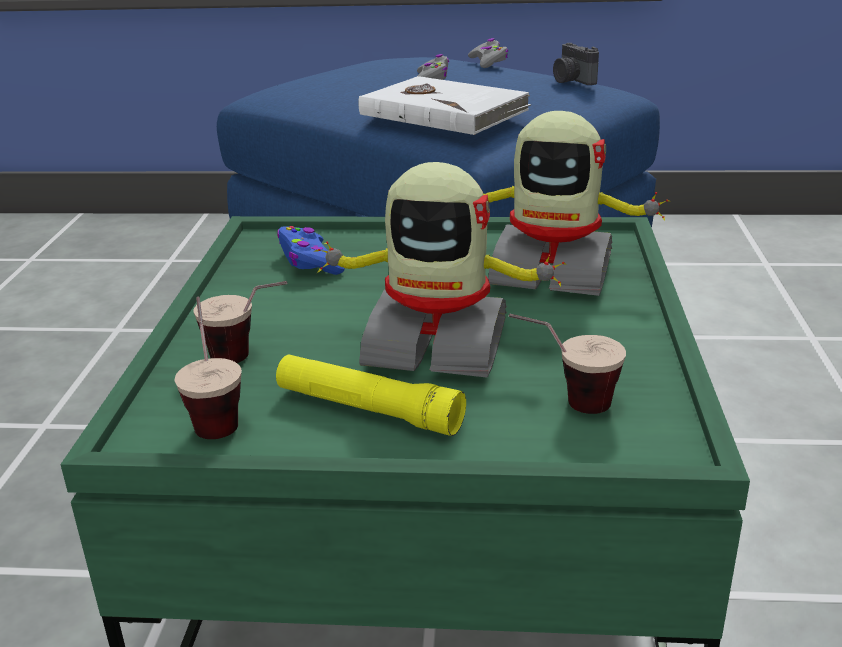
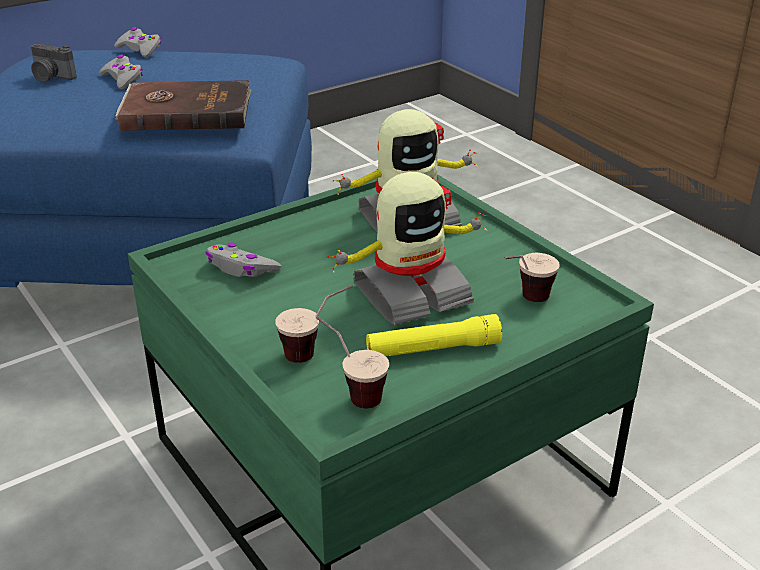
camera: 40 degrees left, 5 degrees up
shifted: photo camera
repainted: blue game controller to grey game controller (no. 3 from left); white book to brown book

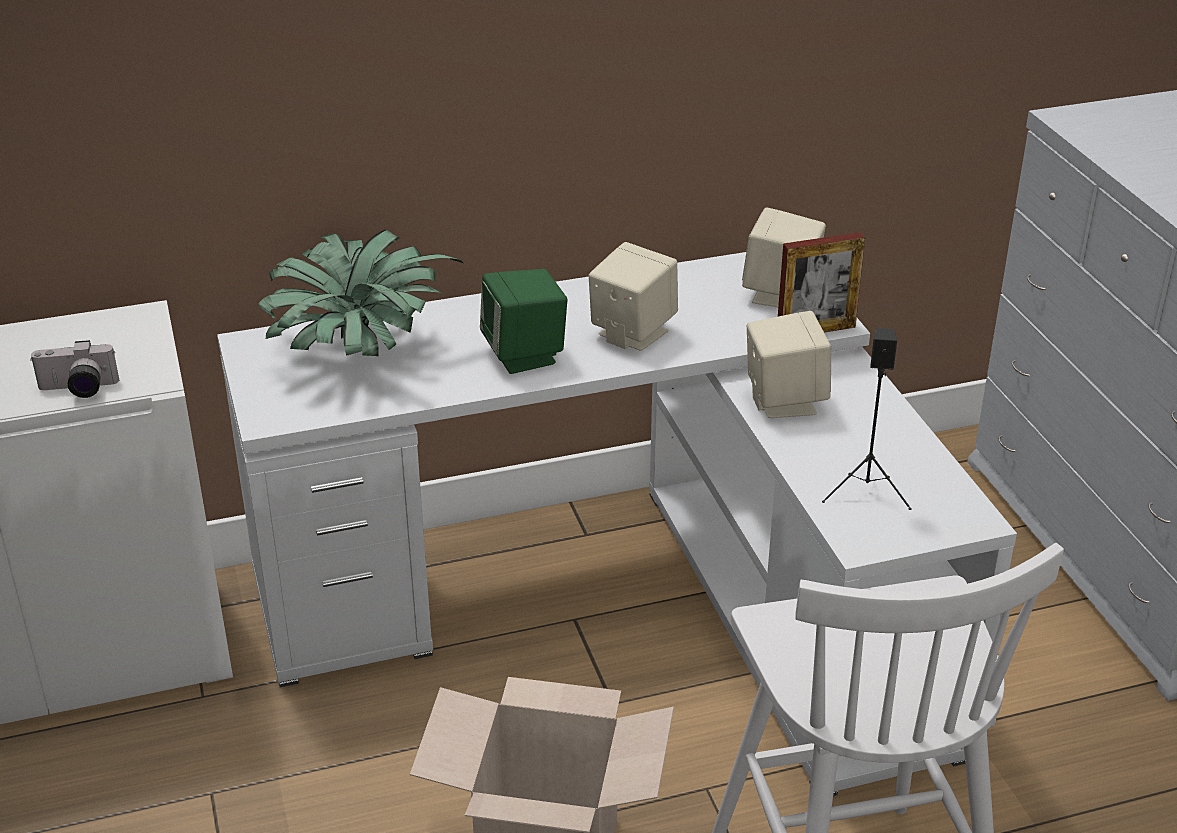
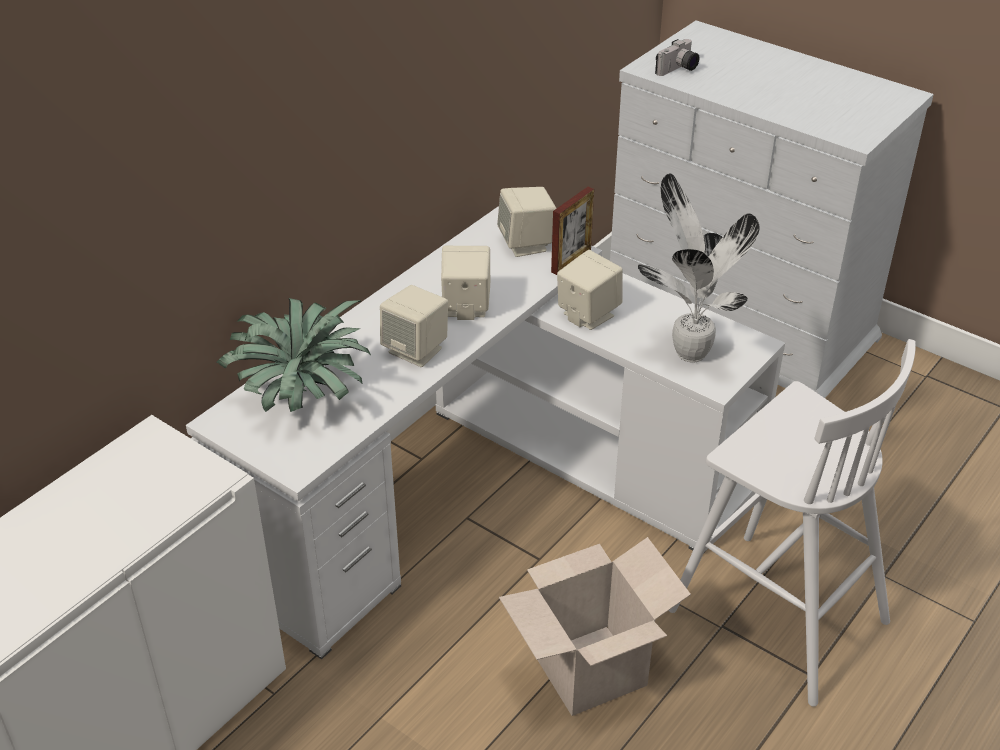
camera: 35 degrees left, 5 degrees up
shifted: photo camera
swapped: black speaker to potted plant (no. 2 from left)
repainted: green speaker to beige speaker (no. 1 from left)

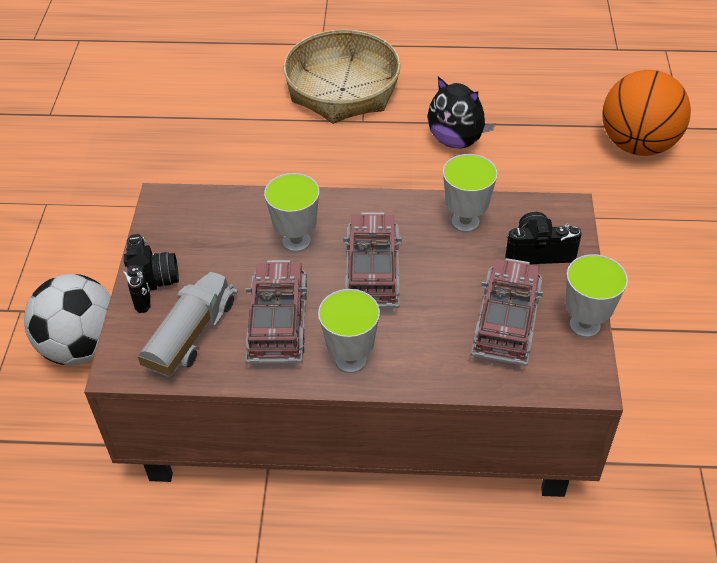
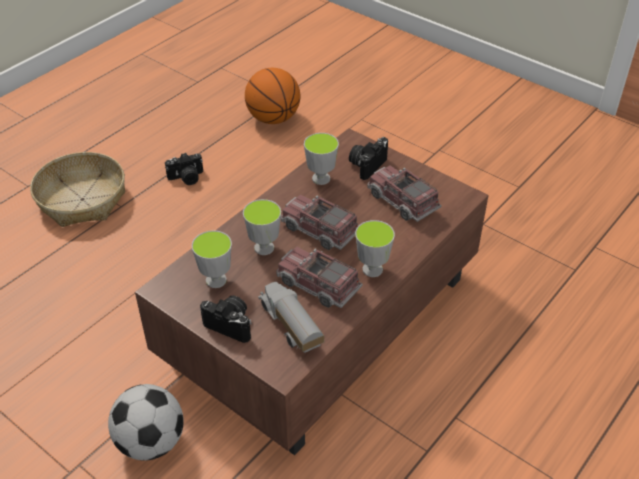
camera: 55 degrees left, 5 degrees down
shifted: cup (no. 4 from left in the first image) to cup (no. 1 from left)
swapped: plush toy to photo camera (no. 1 from left)

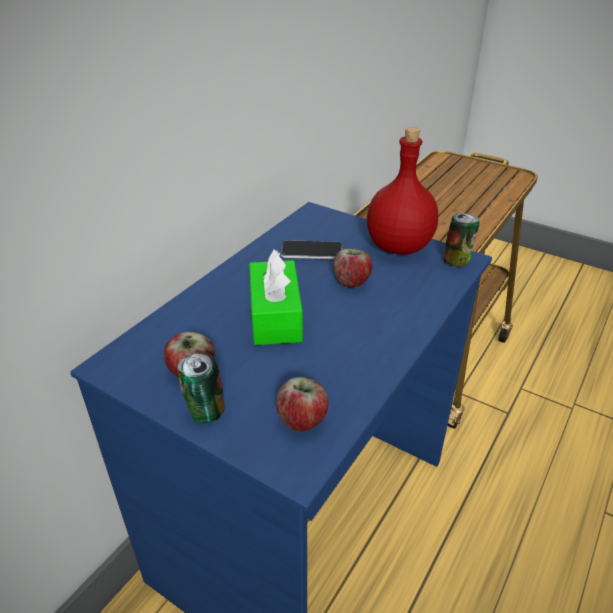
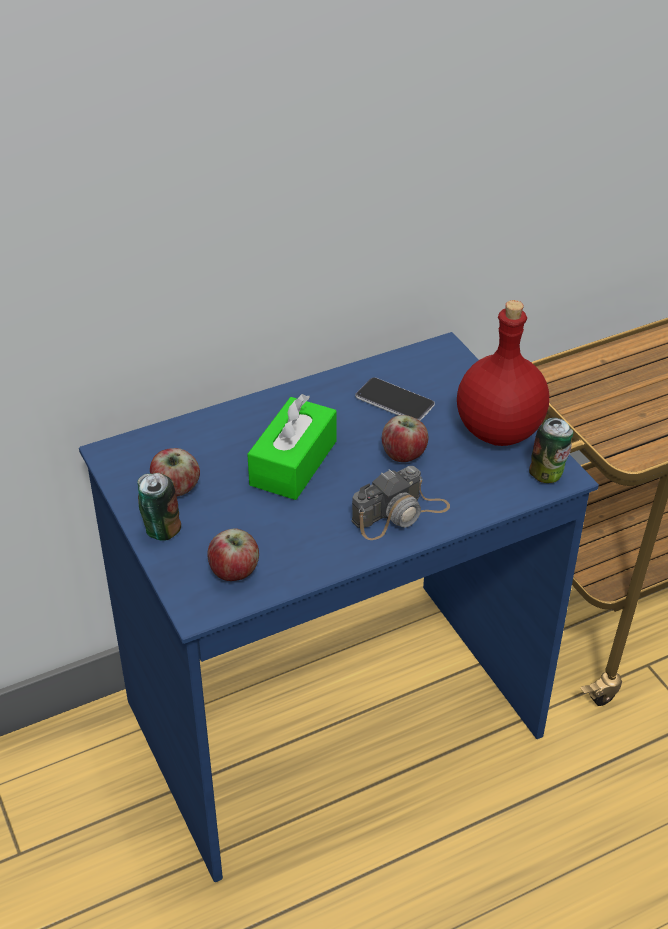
camera: 30 degrees right, 5 degrees up
new: photo camera

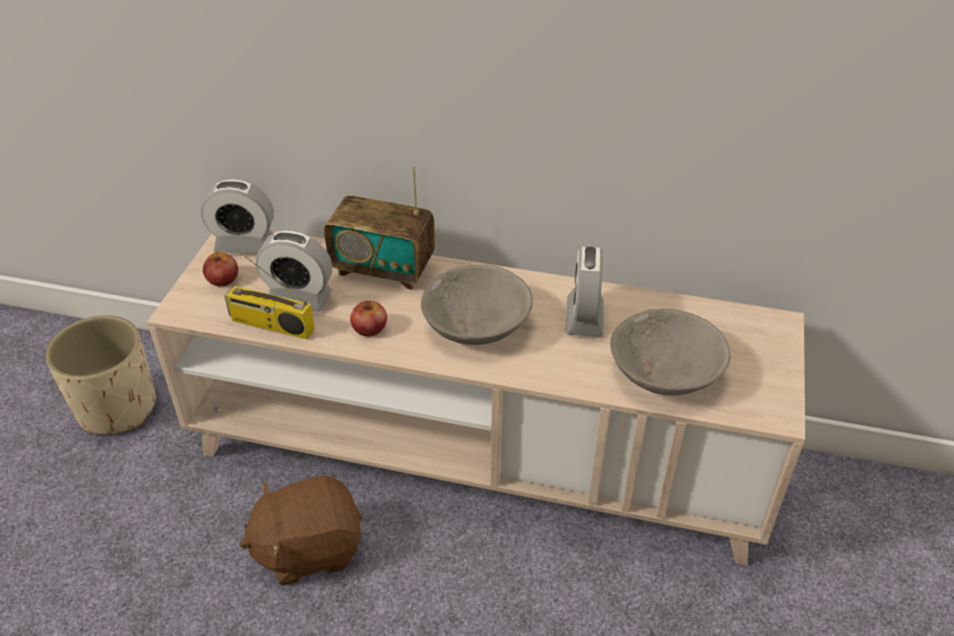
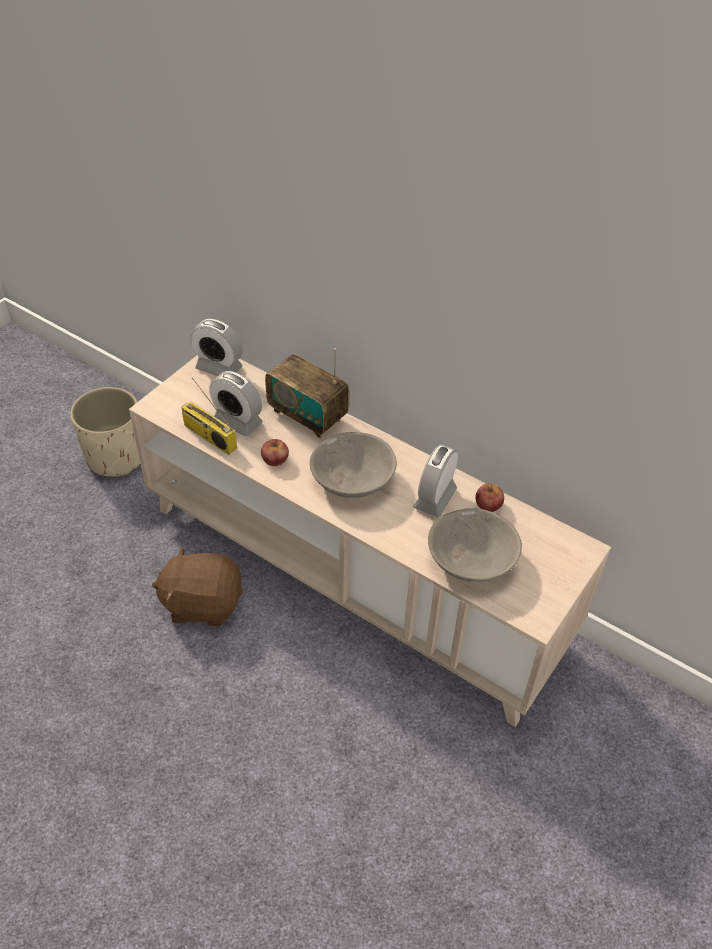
camera: 20 degrees right, 5 degrees up
shifted: apple (no. 1 from left in the first image) to apple (no. 2 from left)

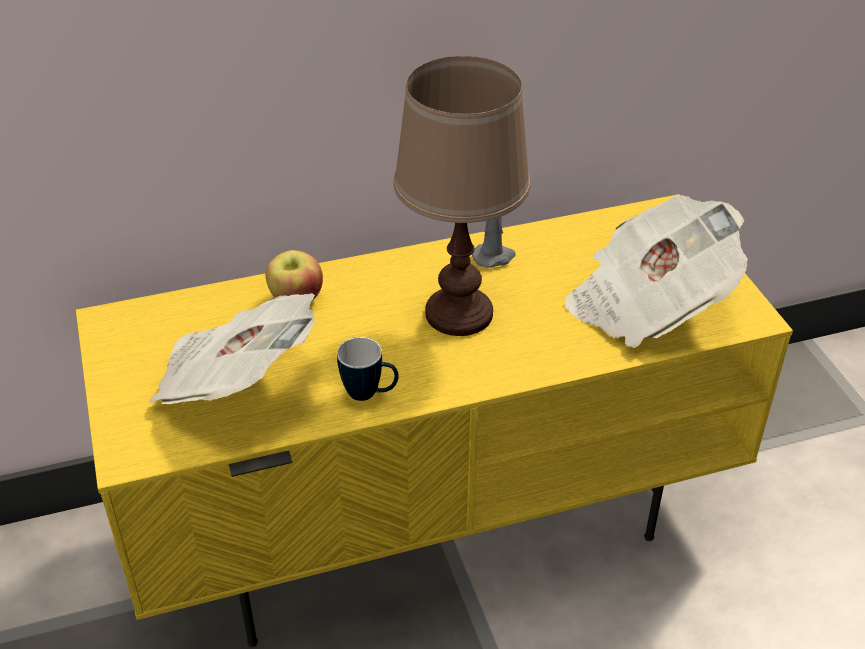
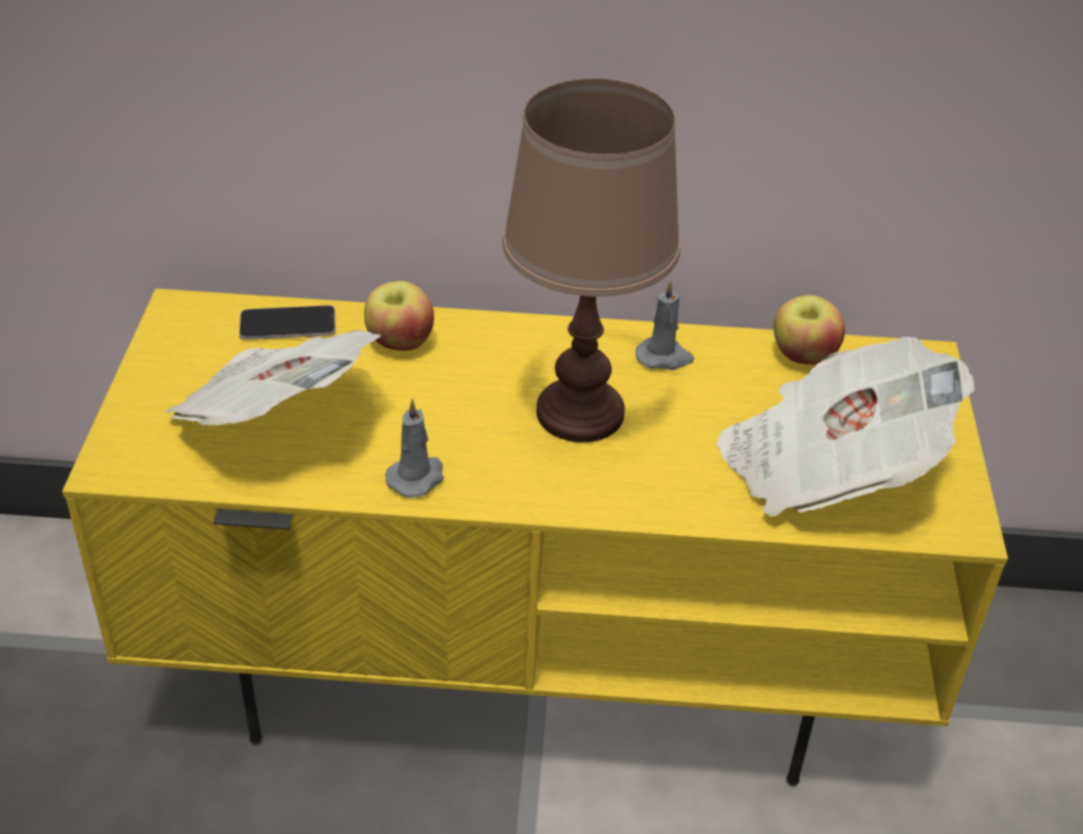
camera: 20 degrees right, 0 degrees up
new: phone; apple (no. 2 from left)
swapped: mug to grey candle (no. 1 from left)

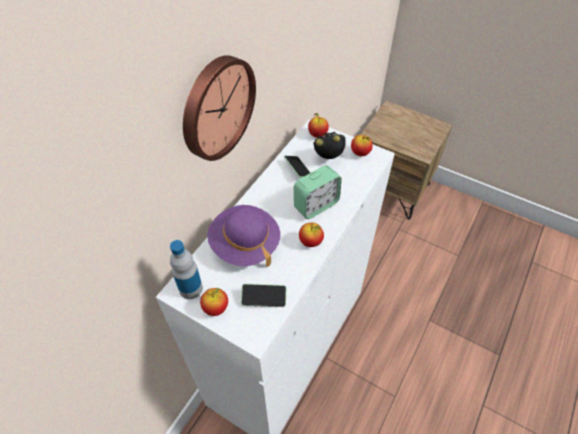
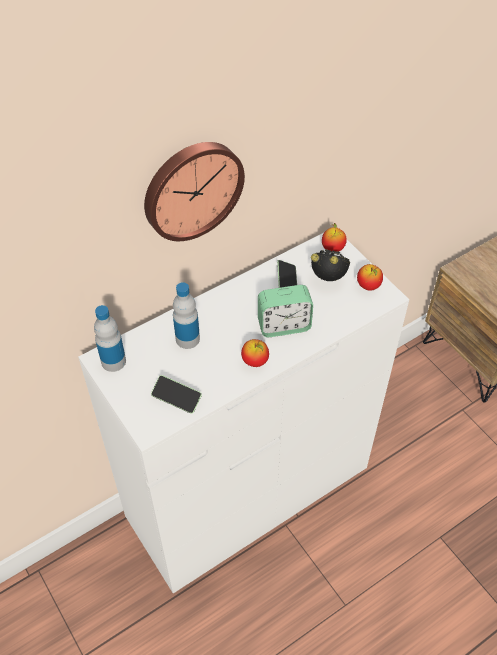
camera: 25 degrees right, 0 degrees up
gone: apple (no. 1 from left)
swapped: purple hat to bottle (no. 2 from left)

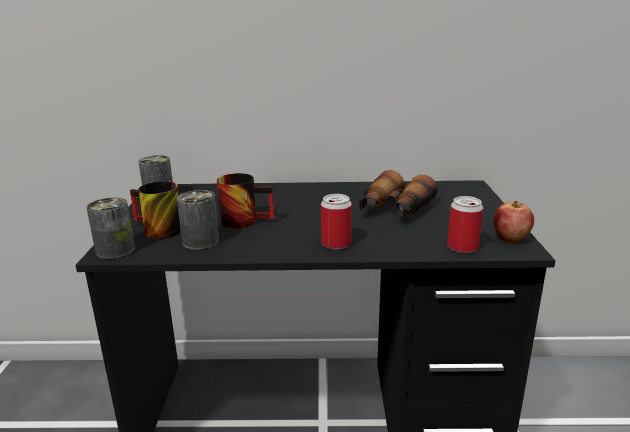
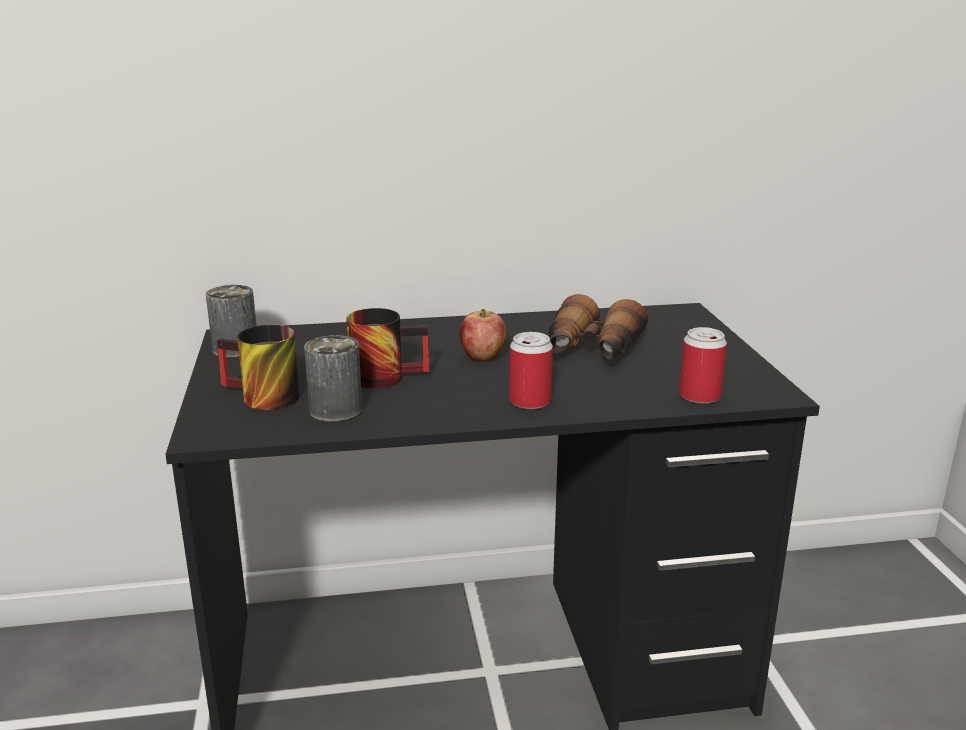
camera: 10 degrees left, 0 degrees up
gone: can (no. 1 from left)
shifted: apple

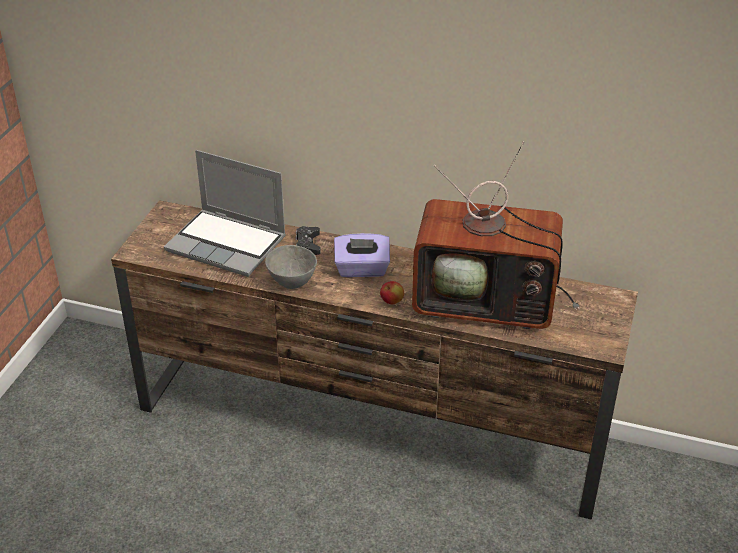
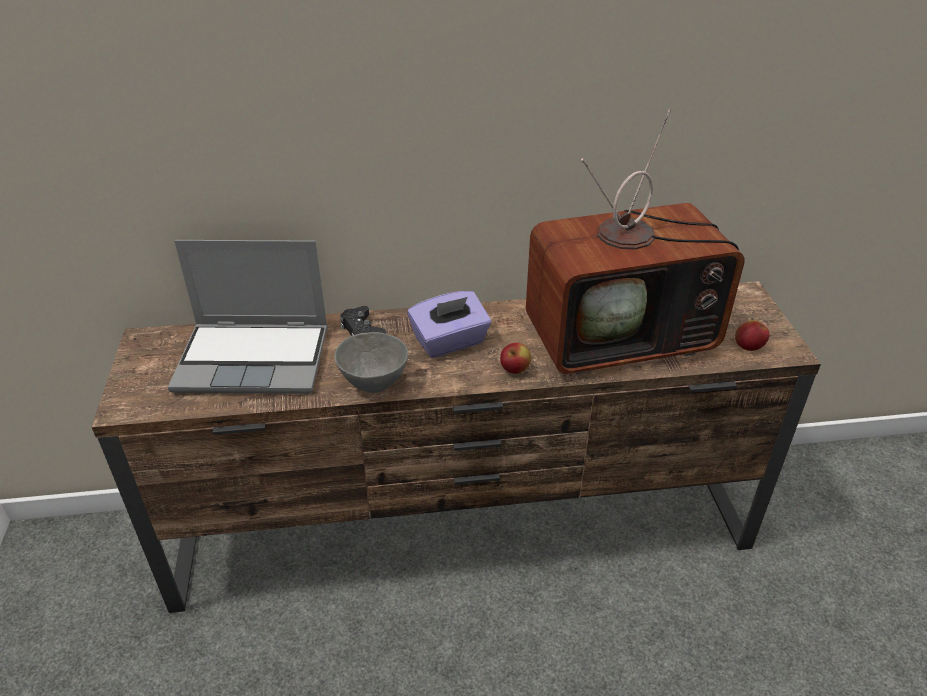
camera: 25 degrees left, 0 degrees up
new: apple (no. 2 from left)

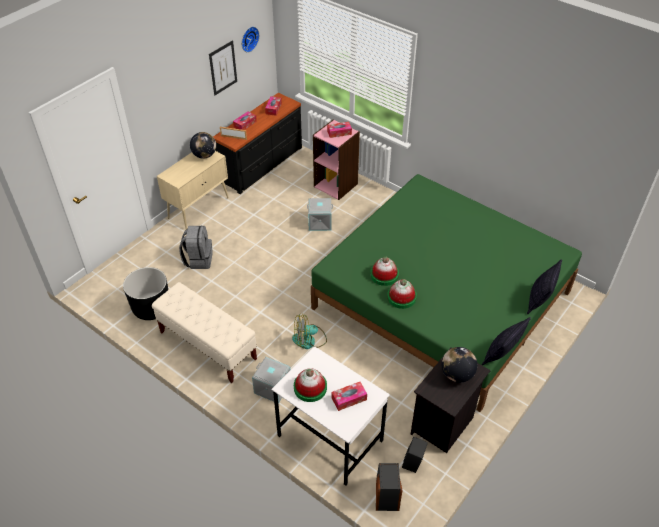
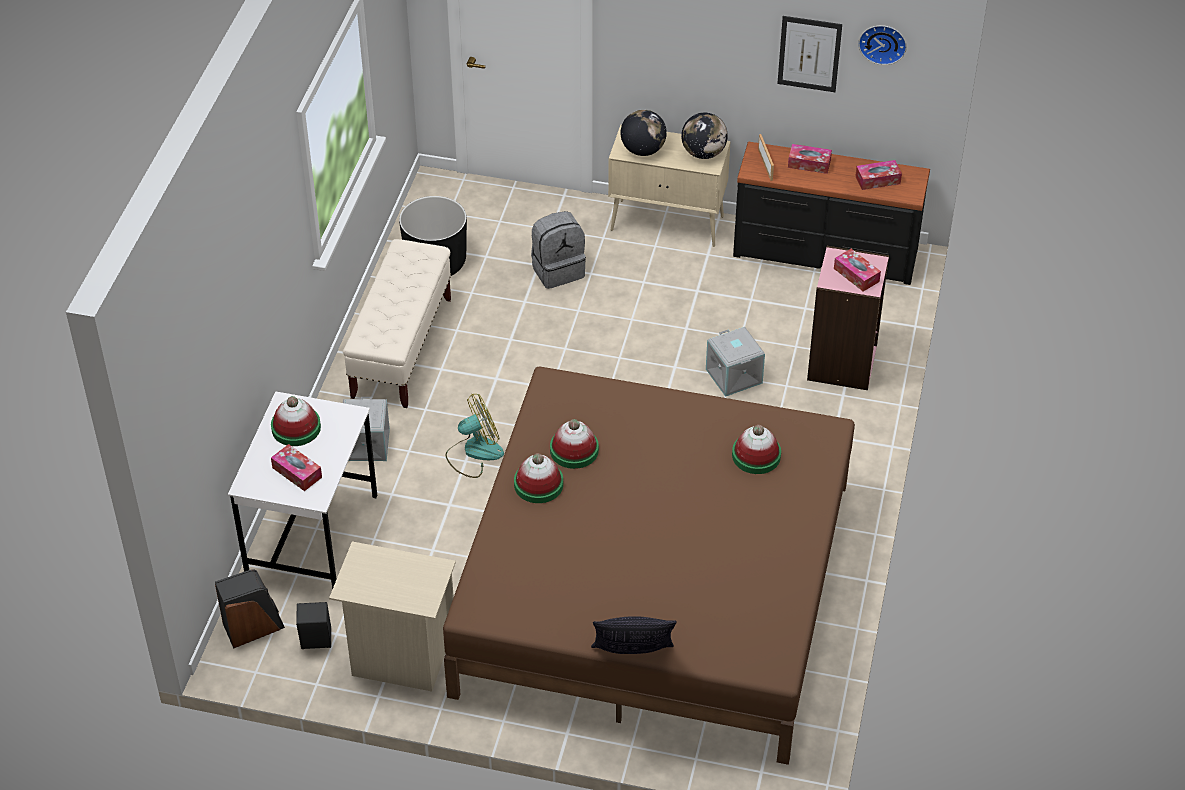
camera: 65 degrees right, 0 degrees up
gone: pillow (no. 1 from left)
new: hat (no. 4 from left)
shifted: globe (no. 2 from left in the first image) to globe (no. 1 from left)
repainted: green bed to brown bed; black nightstand to beige nightstand
rotated: fan 105 degrees clockwise

